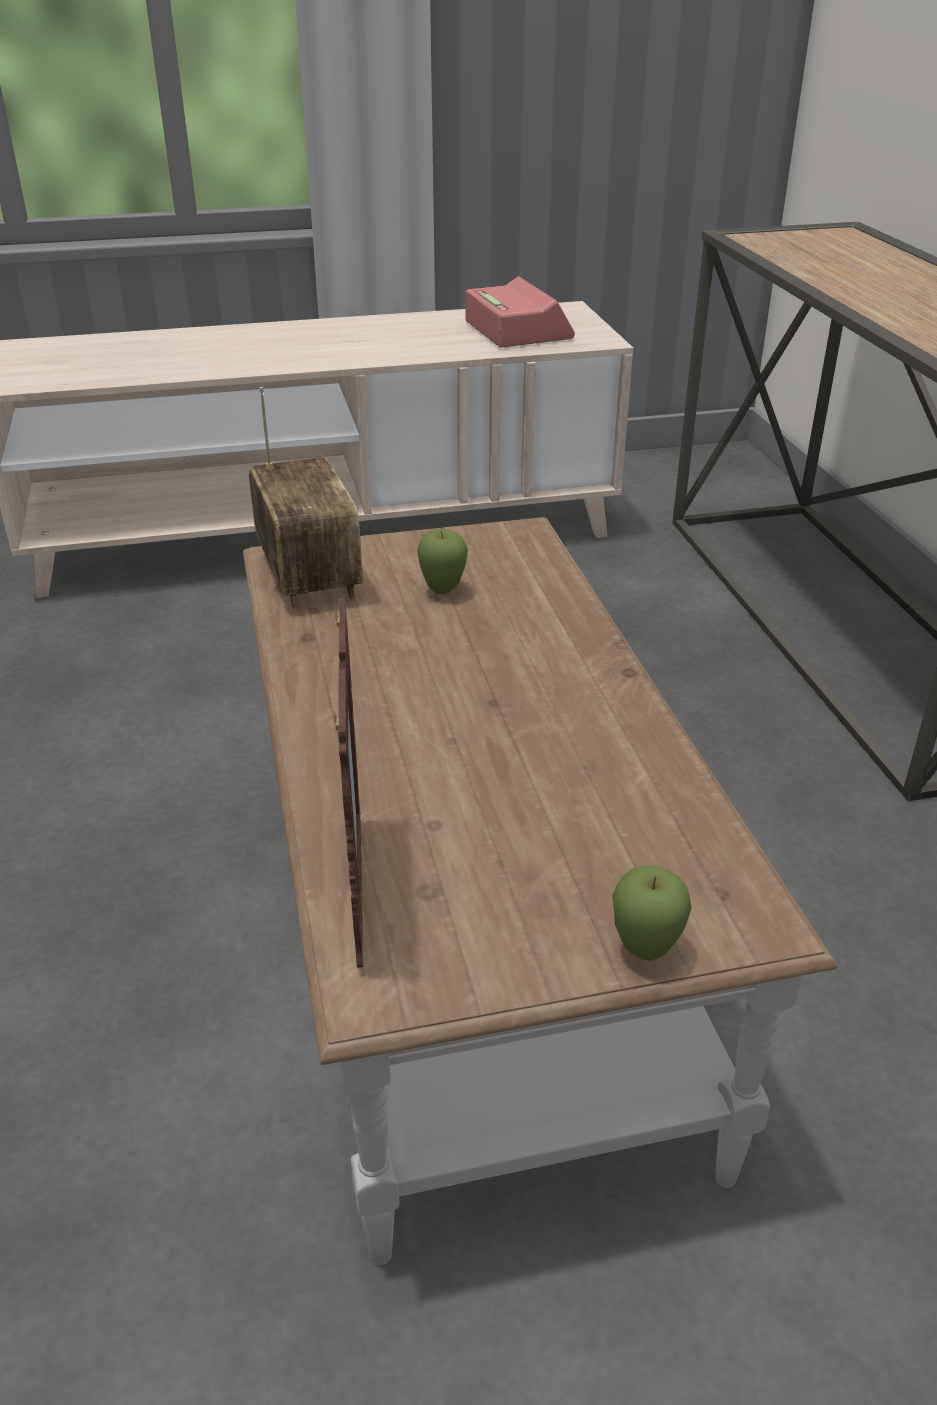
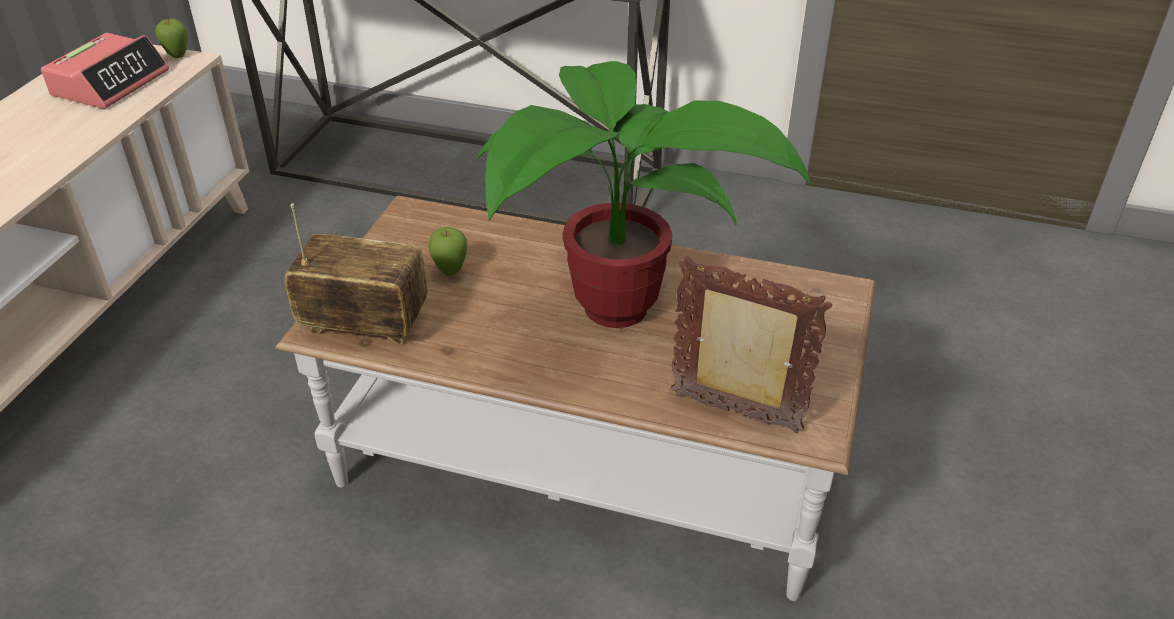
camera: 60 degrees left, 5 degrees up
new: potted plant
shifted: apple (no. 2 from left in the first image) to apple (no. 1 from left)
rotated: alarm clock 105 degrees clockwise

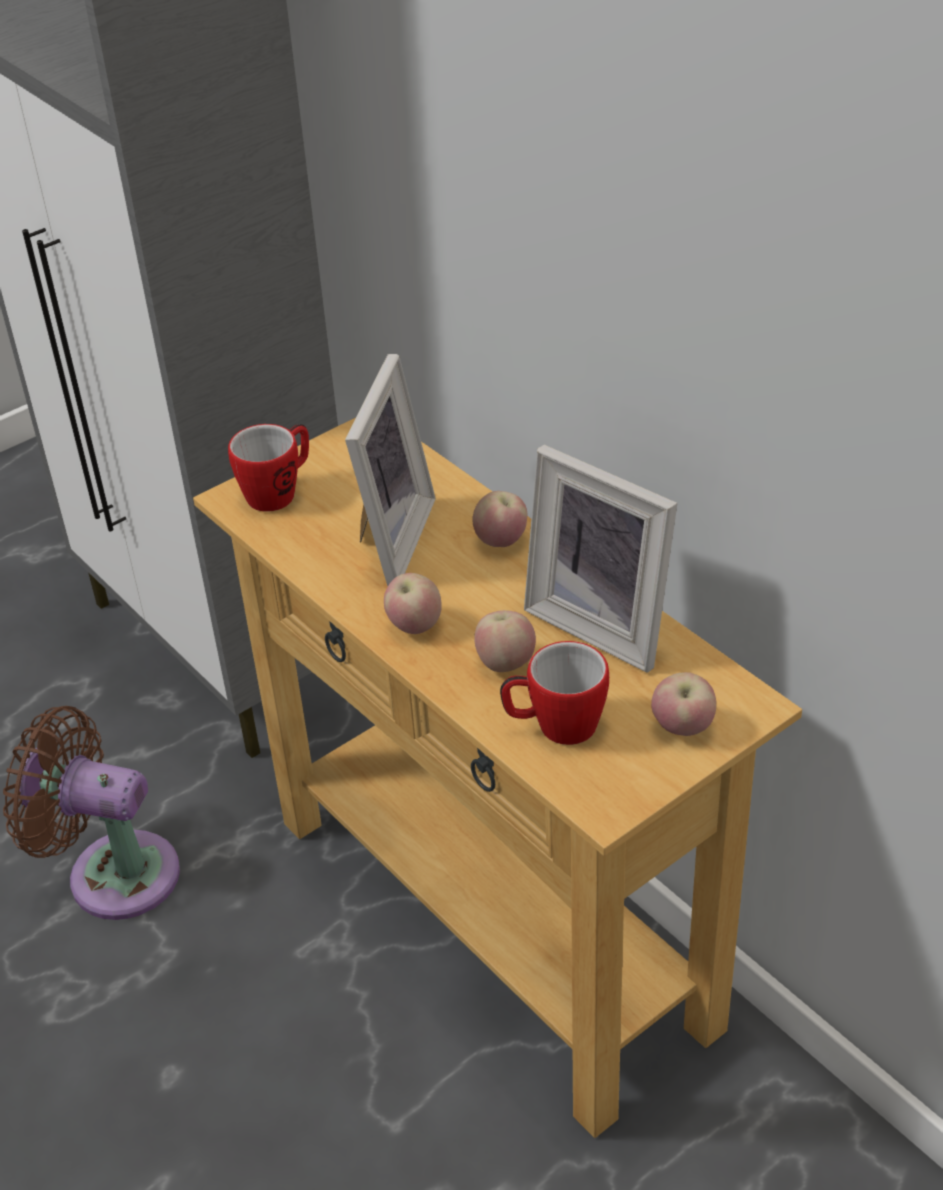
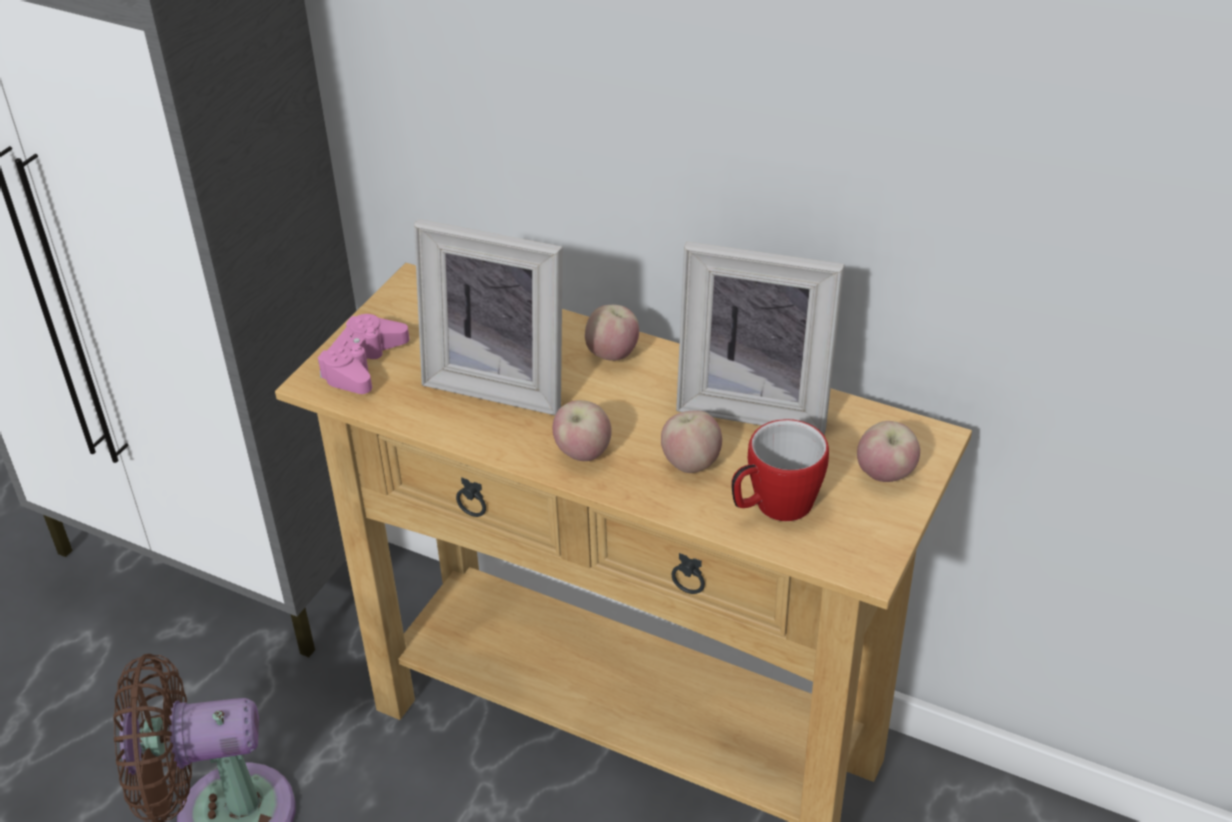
camera: 25 degrees left, 0 degrees up
swapped: mug (no. 1 from left) to pink game controller
rotated: picture frame (no. 1 from left) 120 degrees clockwise

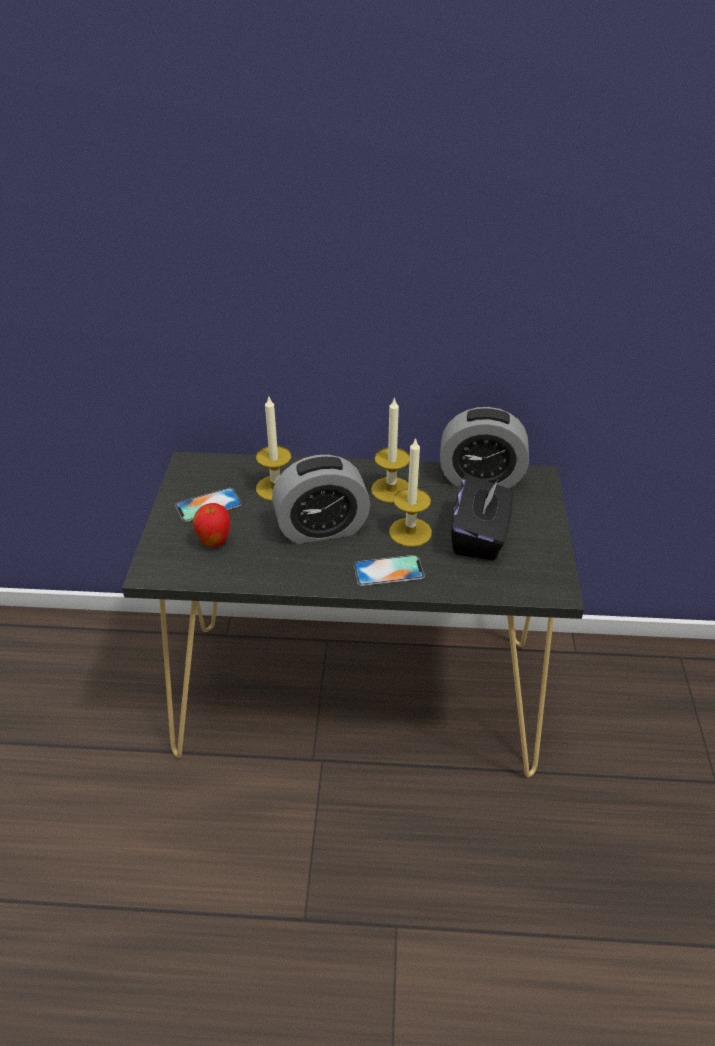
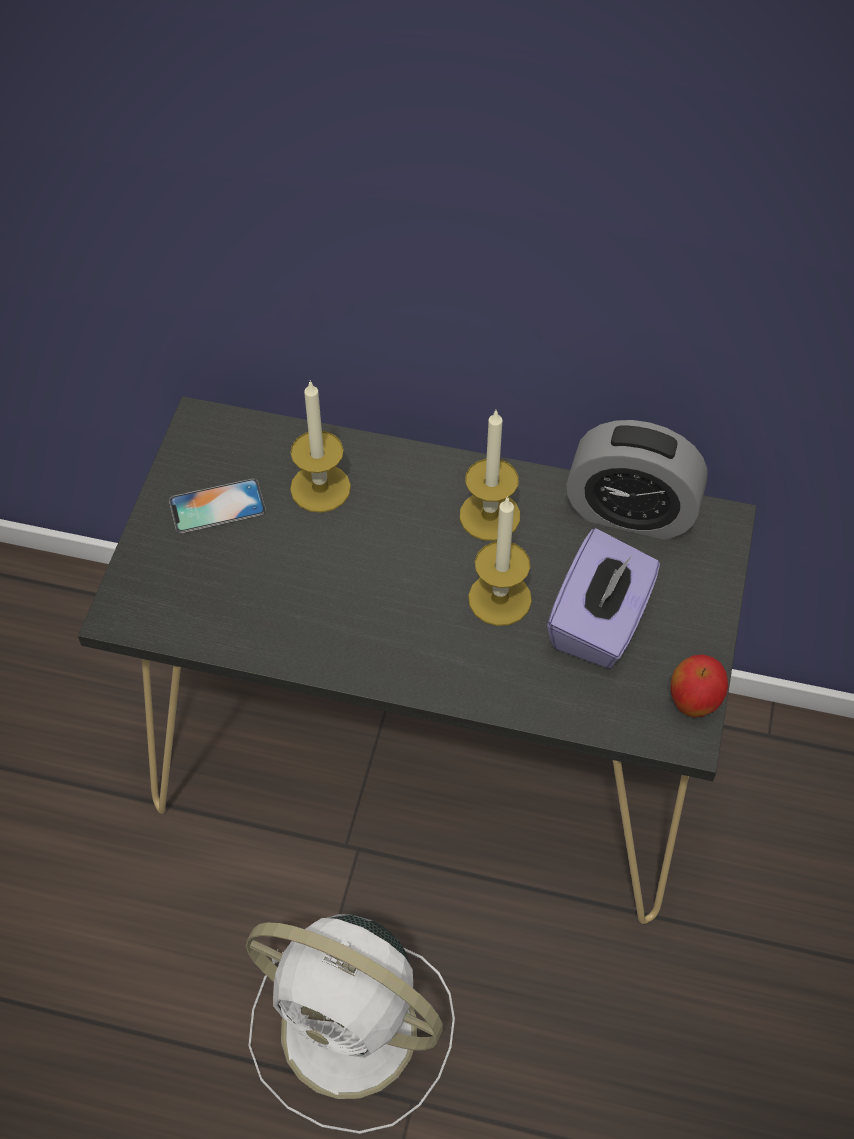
camera: 10 degrees right, 15 degrees up
gone: alarm clock (no. 1 from left); phone (no. 2 from left)
new: white fan
shifted: apple
repainted: black tissue box to purple tissue box

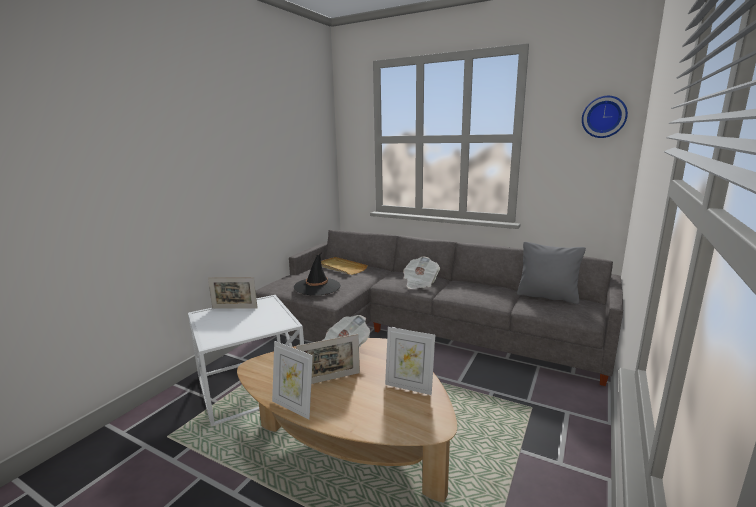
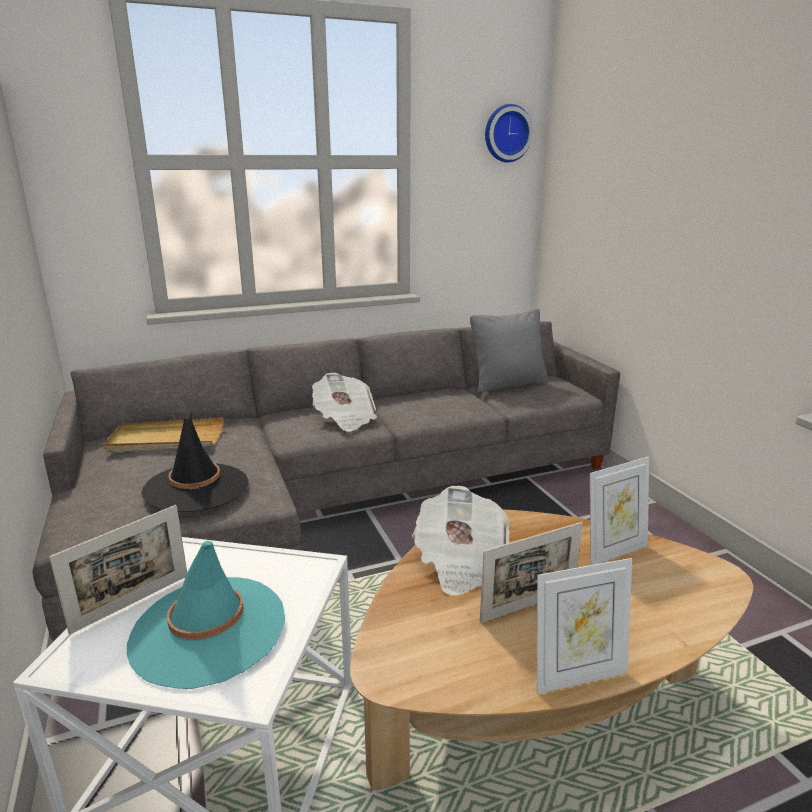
camera: 50 degrees left, 5 degrees up
new: turquoise hat
rotated: picture frame (no. 3 from left in the first image) 45 degrees clockwise

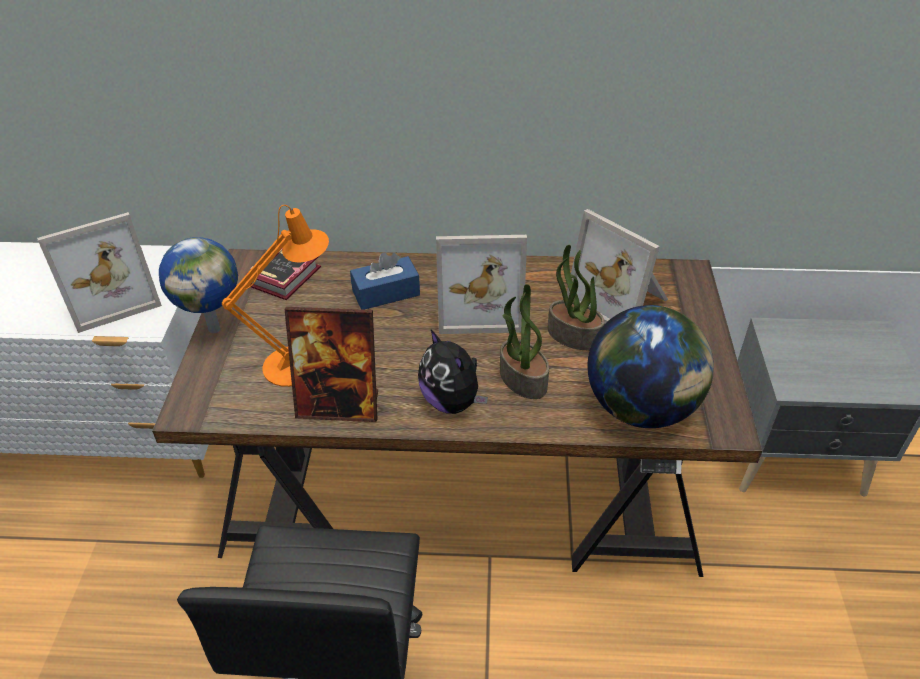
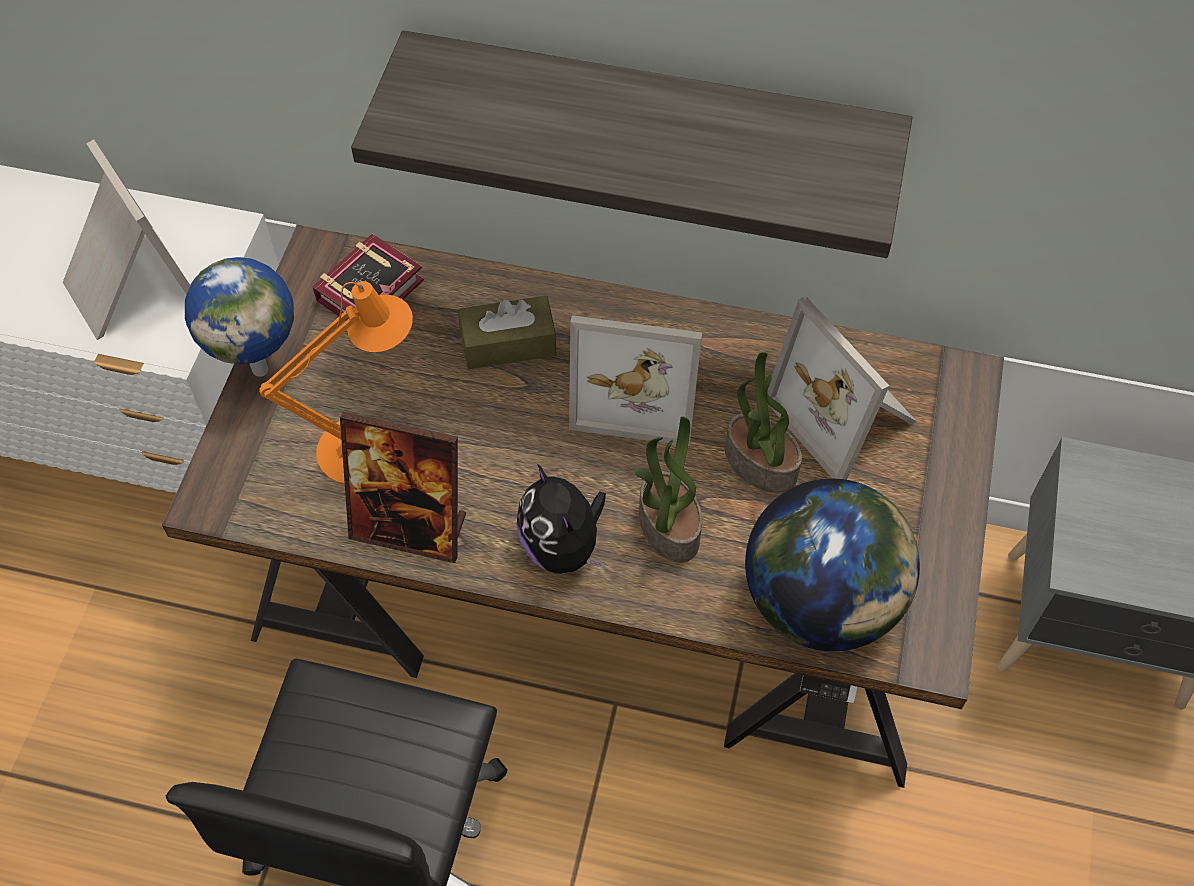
camera: 10 degrees right, 15 degrees up
new: shelf
repainted: blue tissue box to brown tissue box
rotated: picture frame (no. 1 from left) 105 degrees counterclockwise

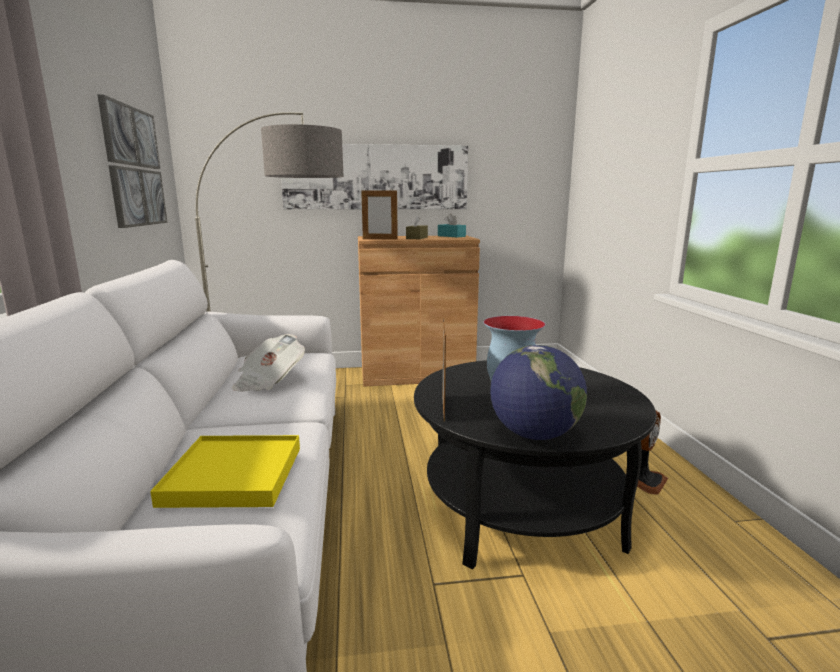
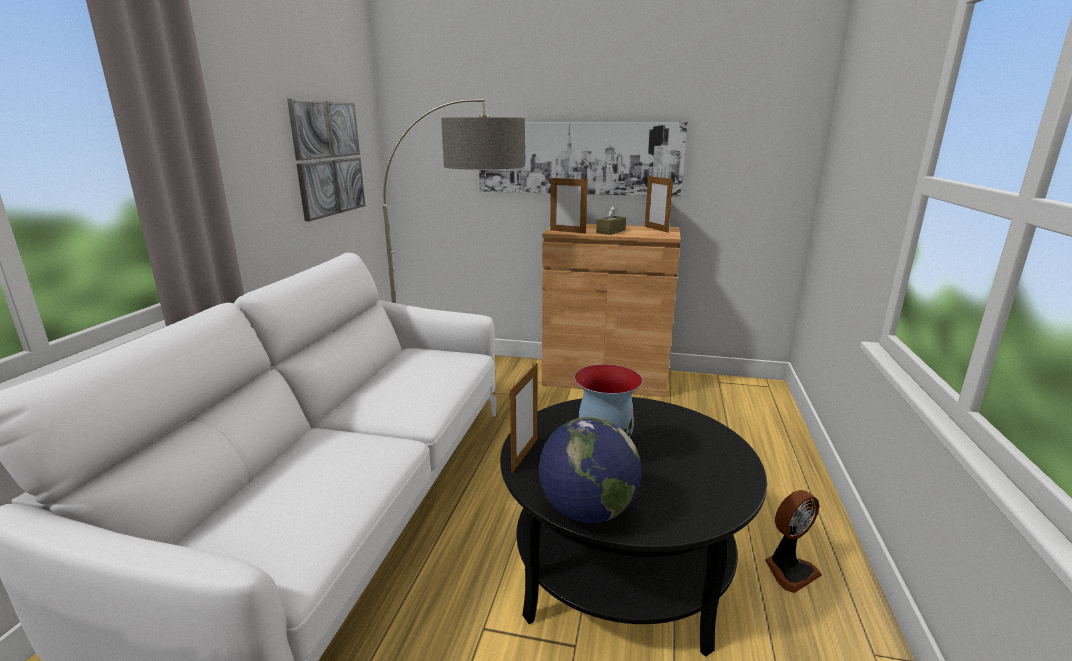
camera: 20 degrees right, 5 degrees up
gone: yellow tray; newspaper
swapped: turquoise tissue box to picture frame (no. 3 from left)

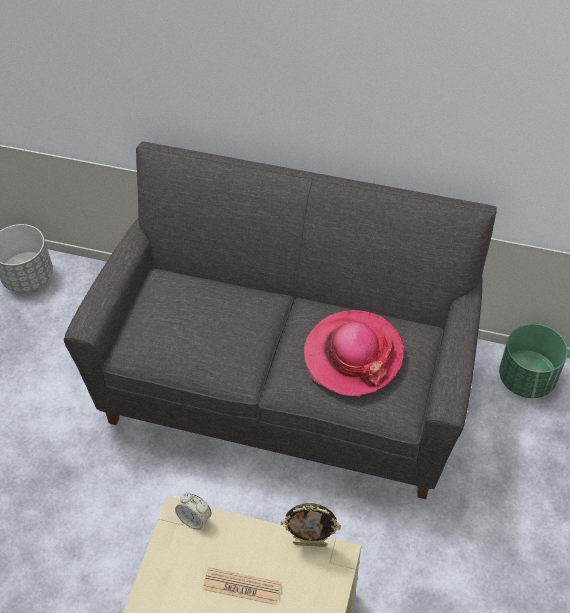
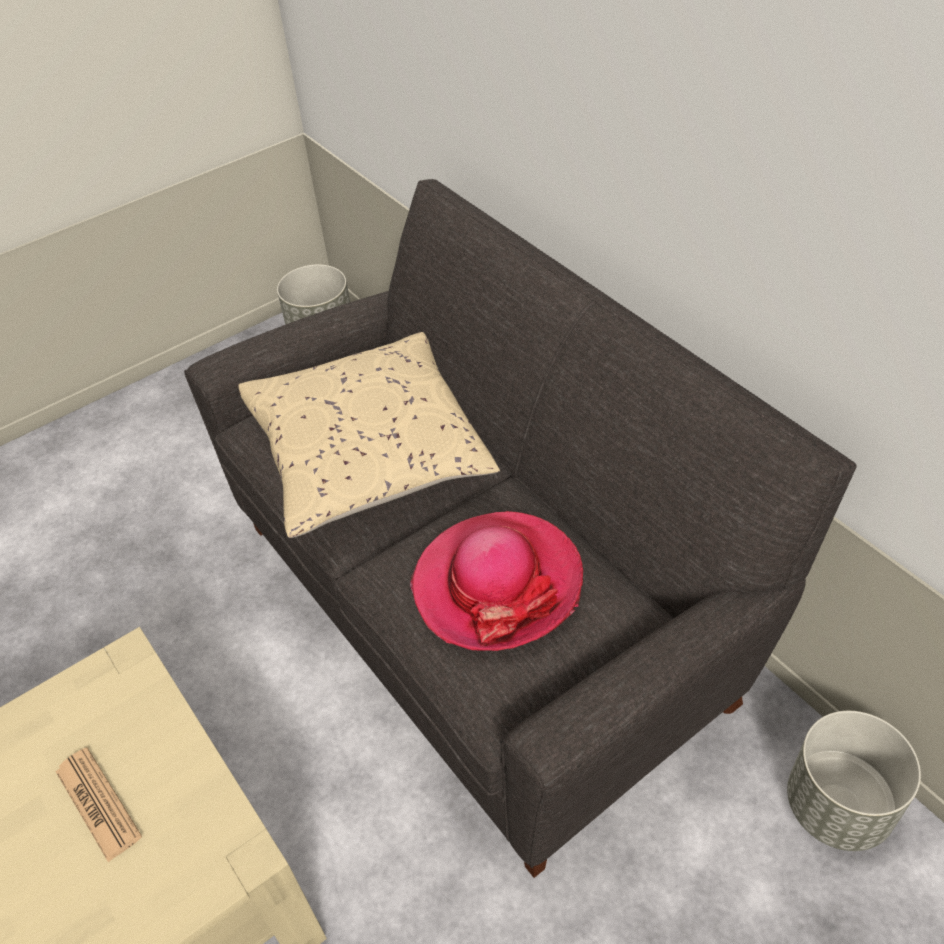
camera: 40 degrees right, 5 degrees down
gone: alarm clock; picture frame
new: beige pillow
repainted: green planter to grey planter (no. 2 from left)

